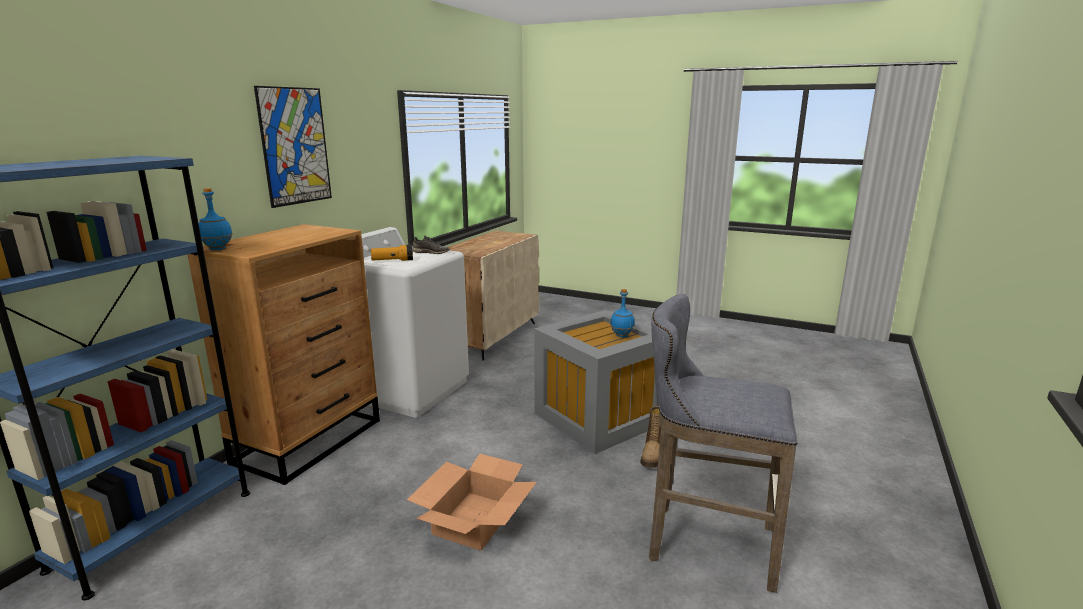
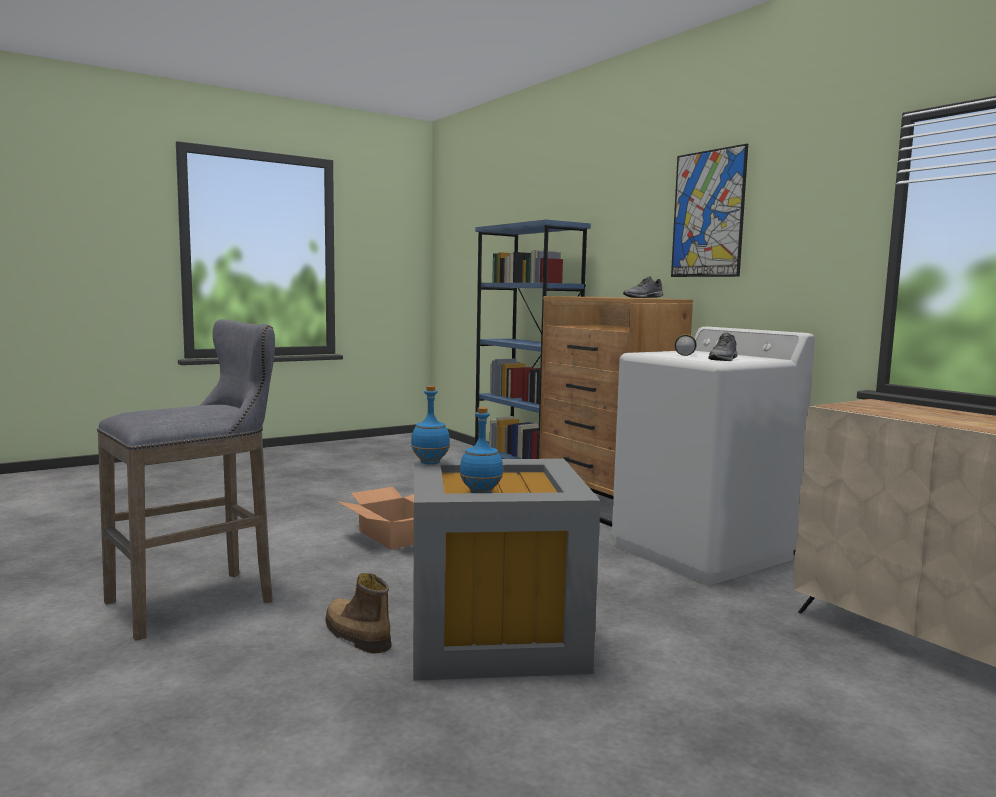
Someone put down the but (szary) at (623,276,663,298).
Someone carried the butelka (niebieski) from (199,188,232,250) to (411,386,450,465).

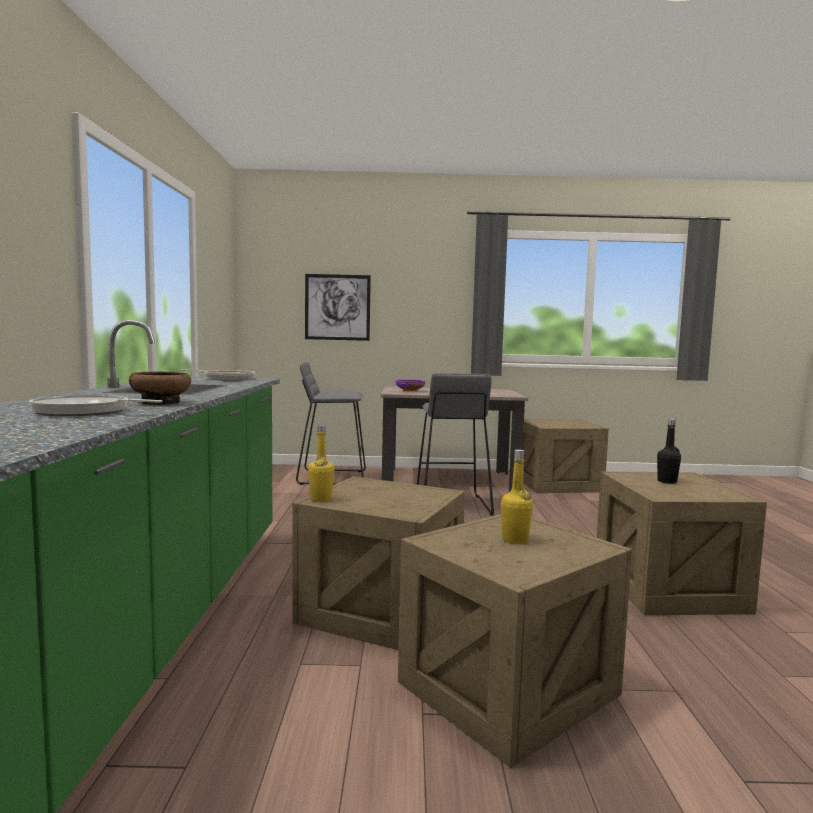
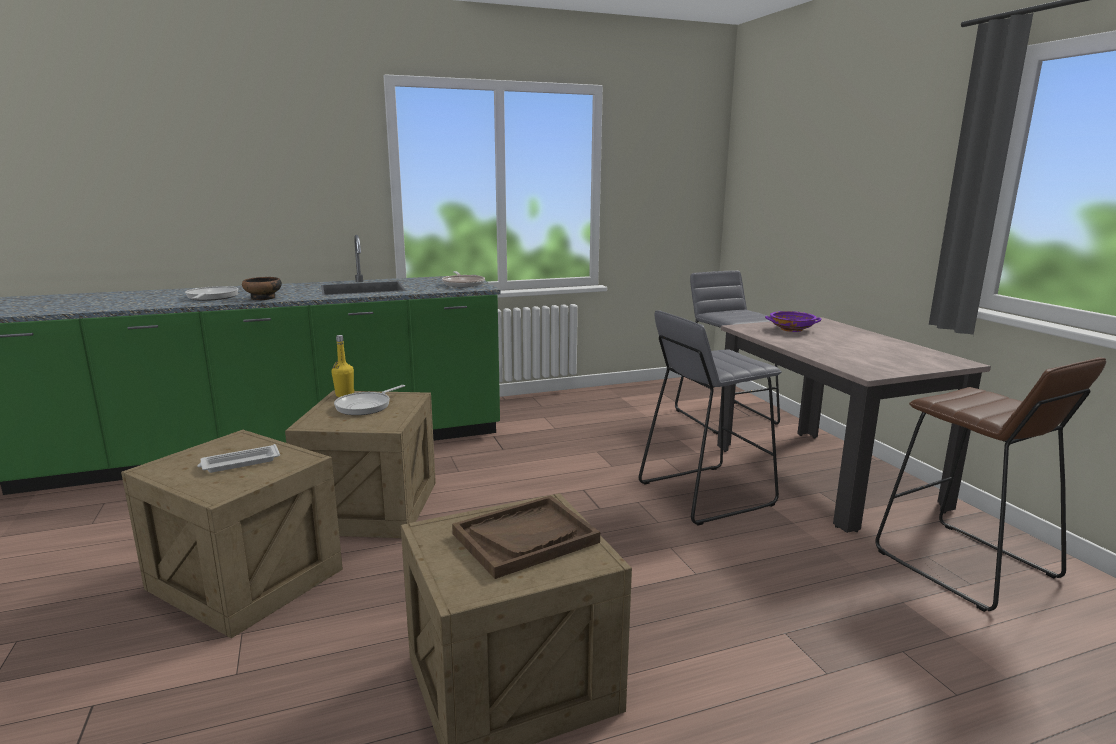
Someone took away the obraz at (305,274,371,341).
Someone put down the patelnia at (334,385,405,415).
Someone swapped the butelka (żółty) at (501,449,533,544) for the taca (biały) at (197,444,280,473).
Someone swapped the skrzynka at (523,419,609,493) for the stołek (brązowy) at (875,357,1106,612).
Someone swapped the butelka (czarny) at (657,419,681,484) for the taca (brązowy) at (452,495,600,579).

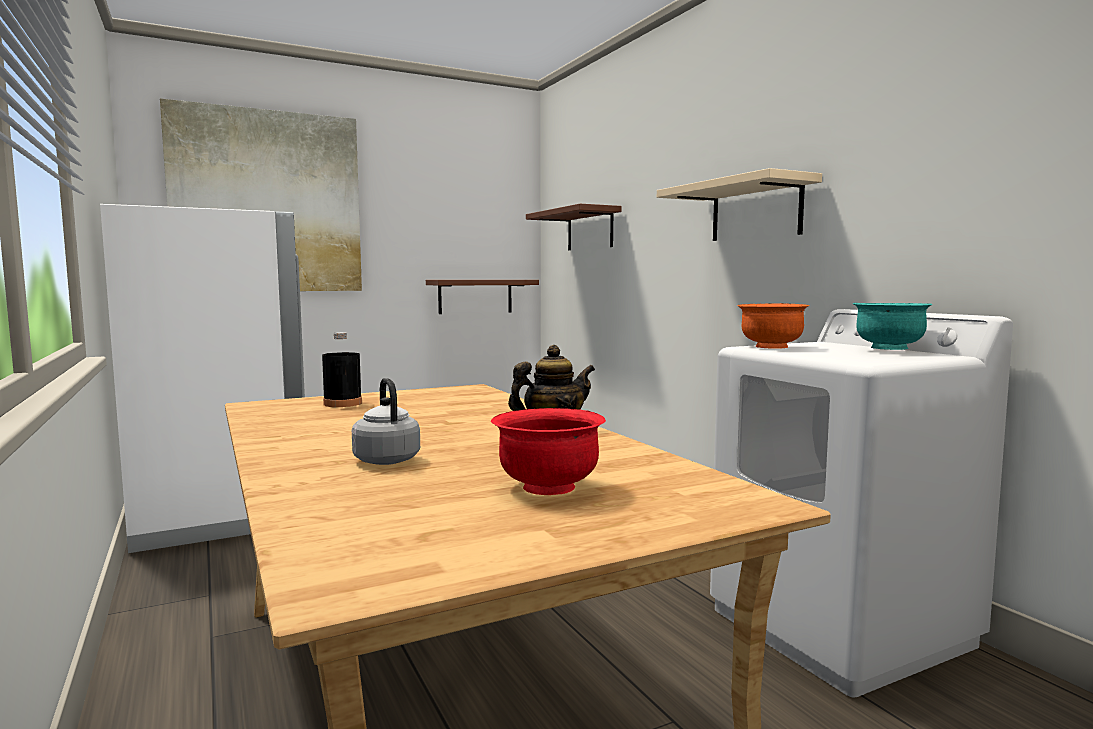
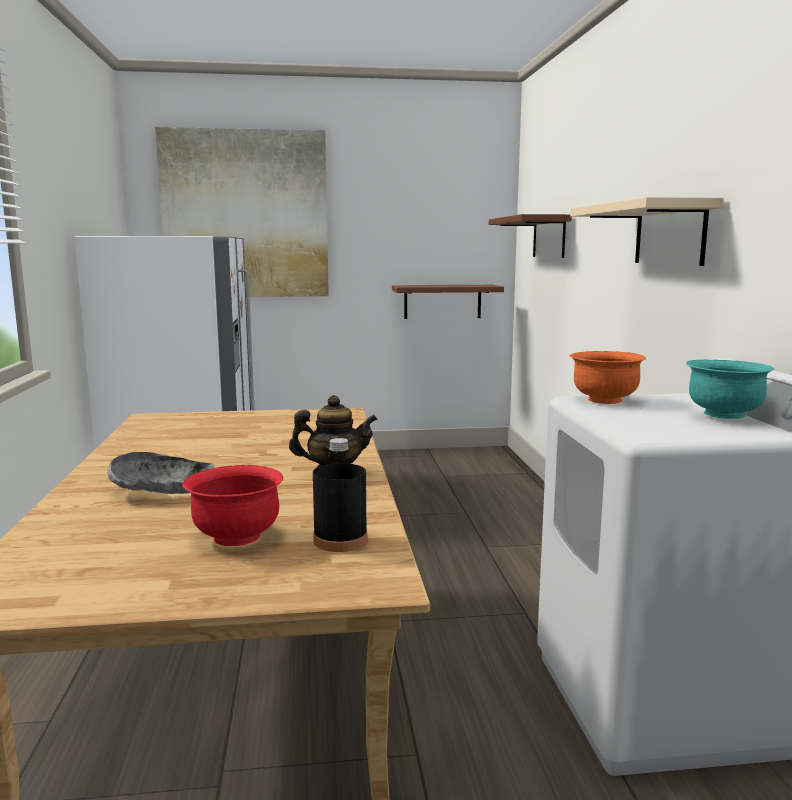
Someone carried the butelka (czarny) from (322,332,362,407) to (313,438,368,552).
Someone swapped the czajnik (szary) at (352,378,420,465) for the miska (szary) at (107,452,215,494).

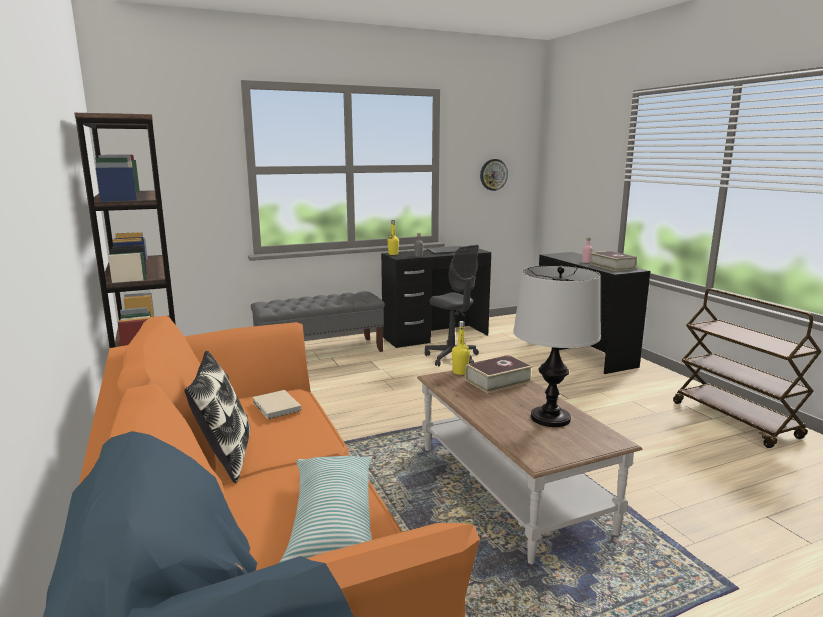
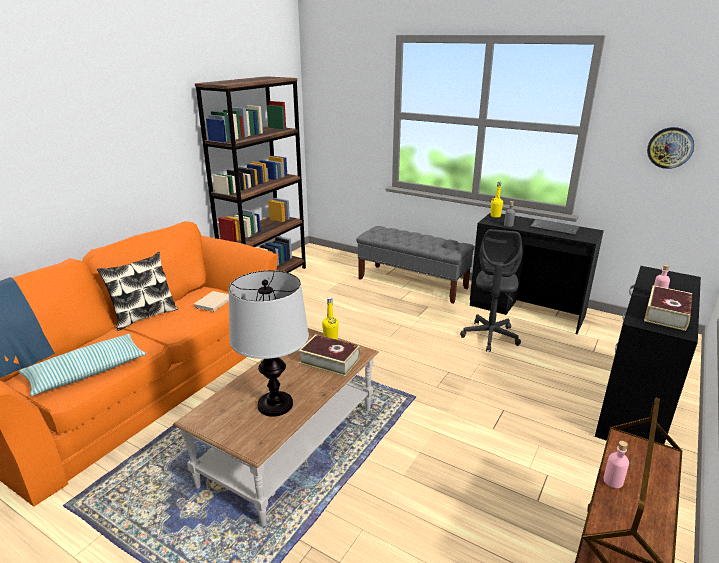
Someone put down the butelka (różowy) at (603,441,629,488).

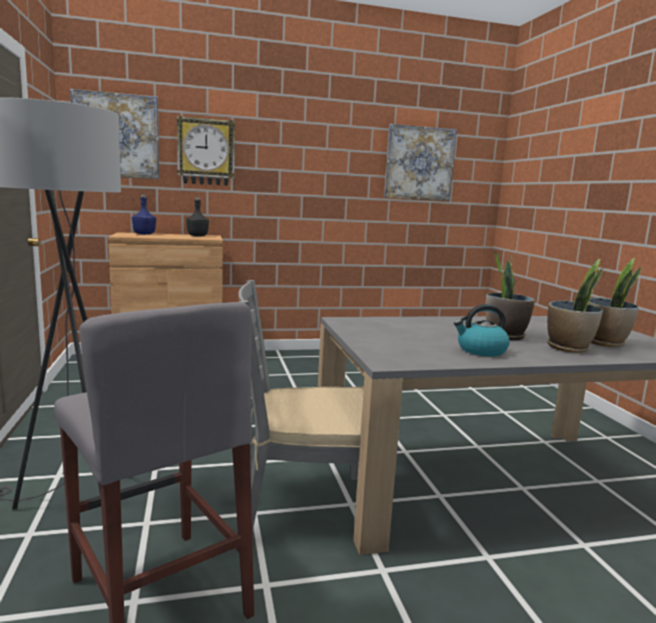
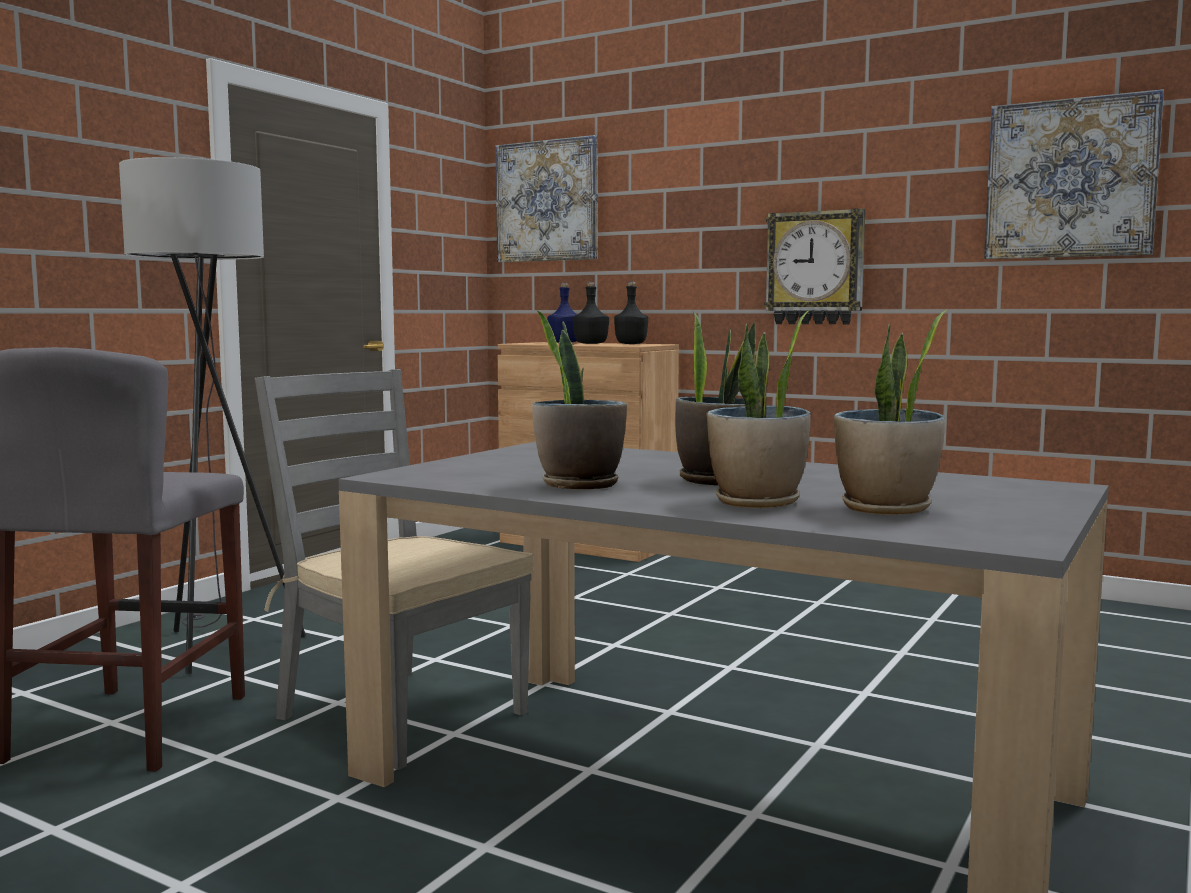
Someone put down the butelka (czarny) at (573,282,609,344).
Someone carried the zegar ścienny from (177,116,235,186) to (764,208,865,325).
Someone swapped the czajnik at (454,304,510,356) for the roślina doniczkowa at (532,311,627,489).

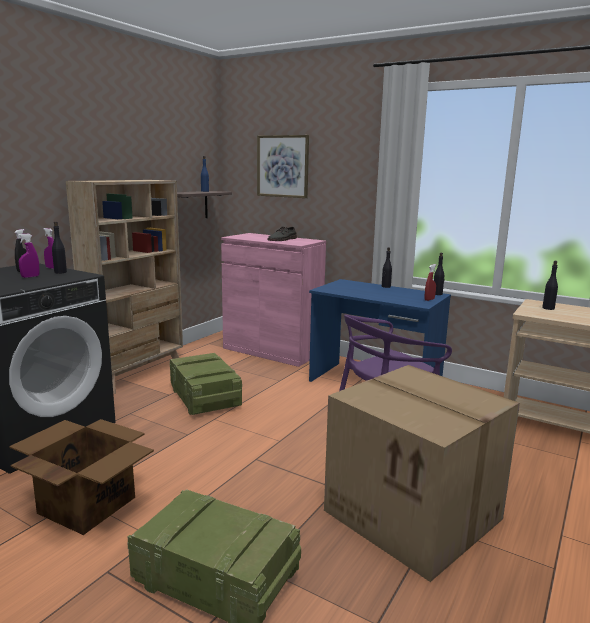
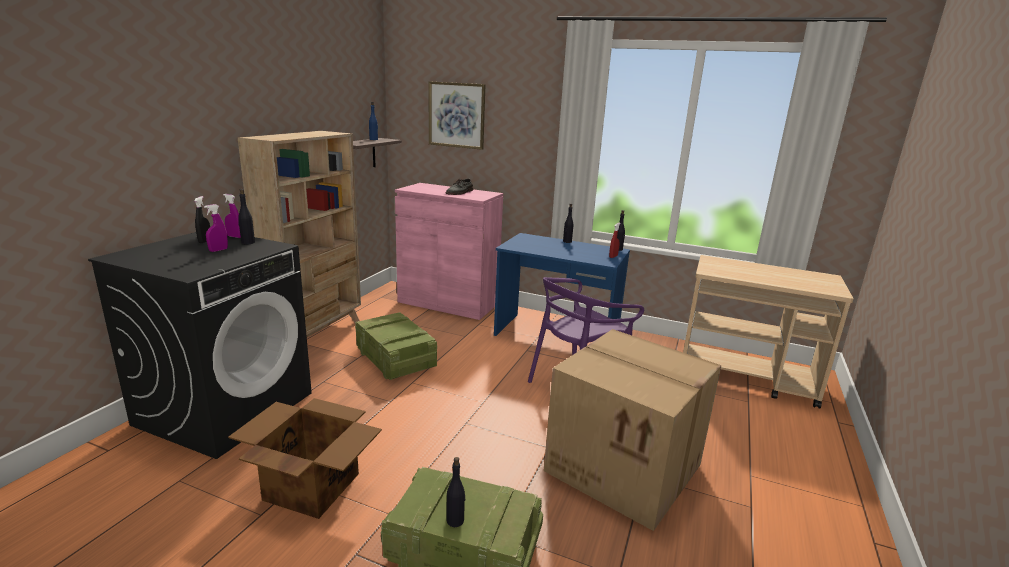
Someone carried the butelka (czarny) from (542,261,558,310) to (446,457,465,527).

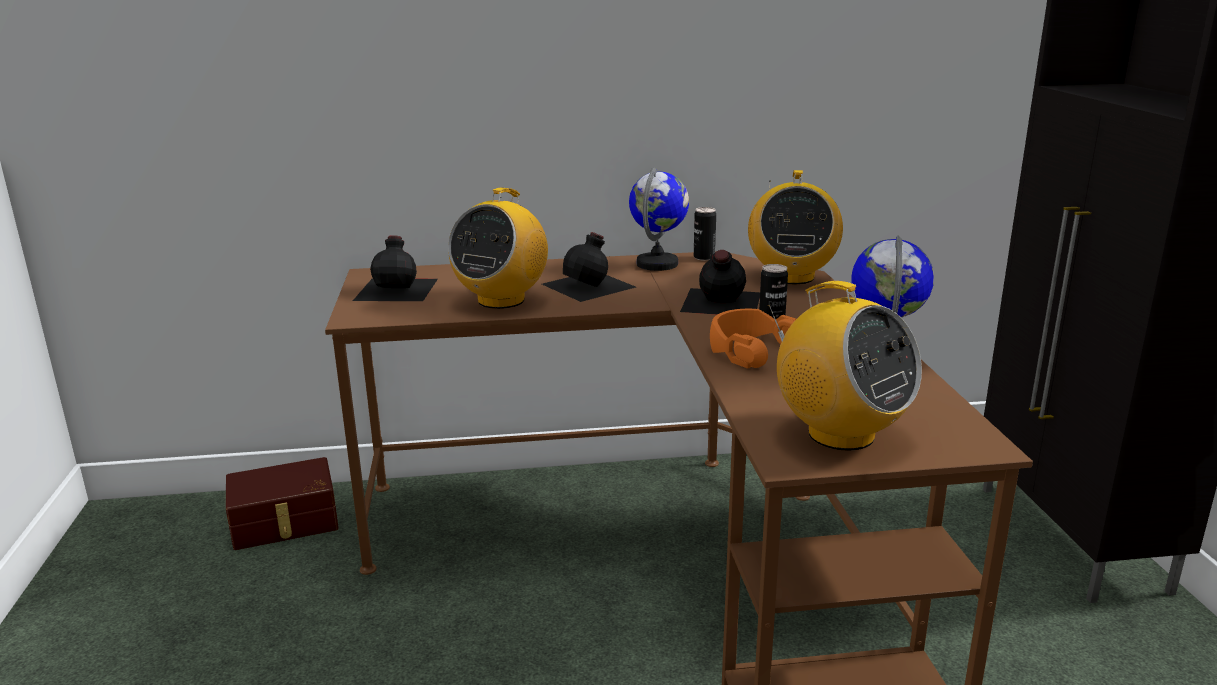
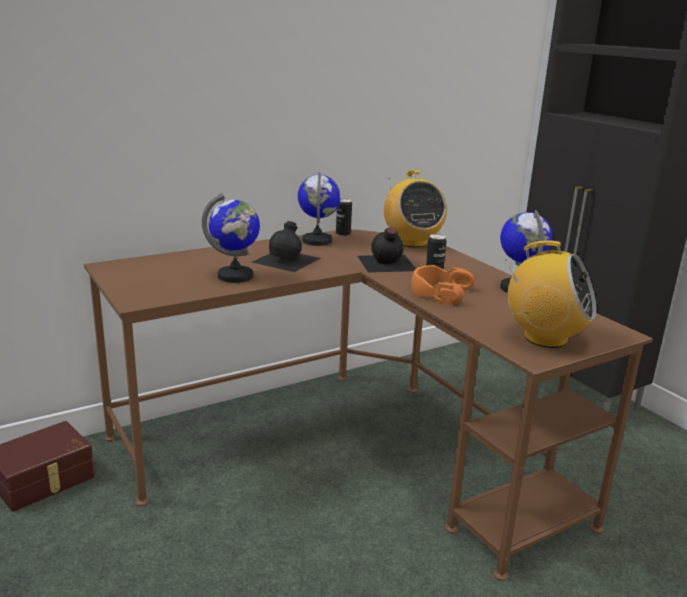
Someone took away the butelka (czarny) at (353,235,438,301).
Someone swapped the radio at (448,188,548,309) for the globus at (202,193,260,283).

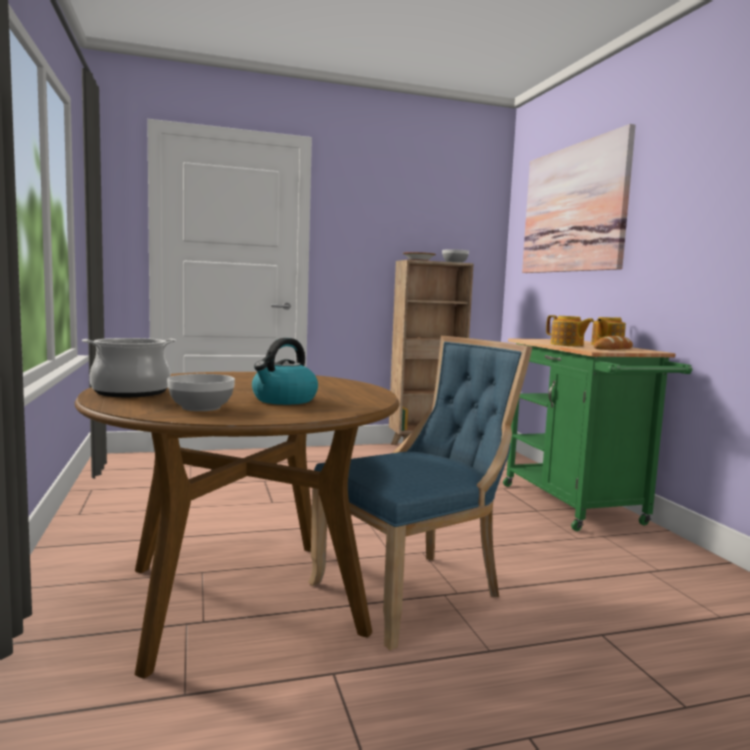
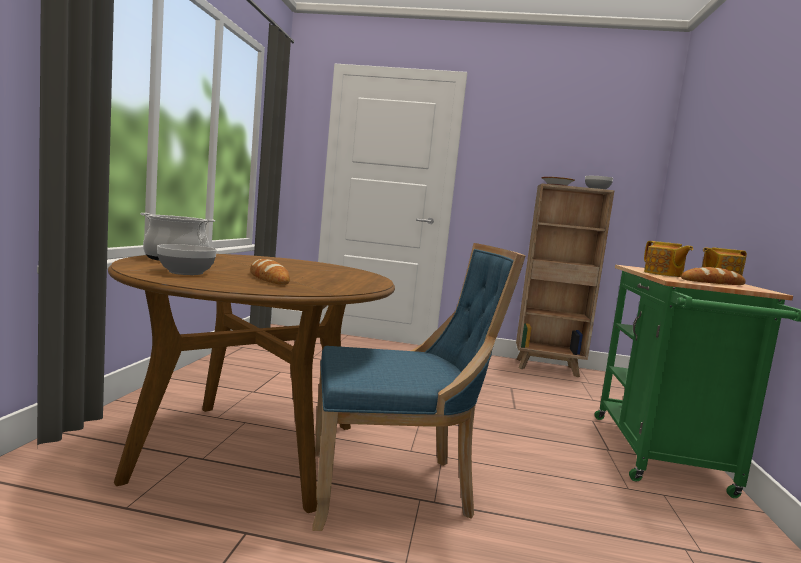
Someone took away the obraz at (522,124,636,273).
Someone swapped the czajnik at (252,338,318,405) for the chleb at (250,259,290,285).

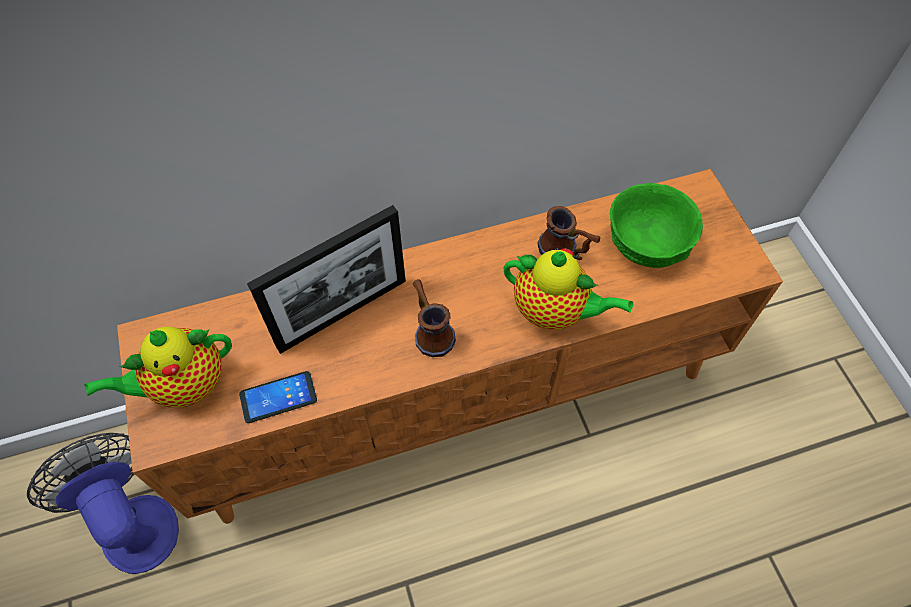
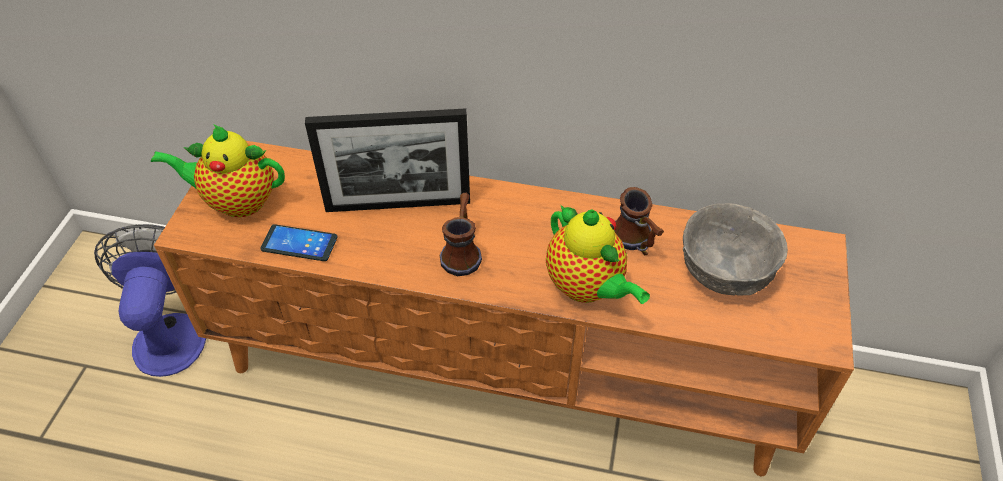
Someone repainted the miska (zielony) at (610,183,703,268), which became the miska (szary) at (683,204,788,296).

